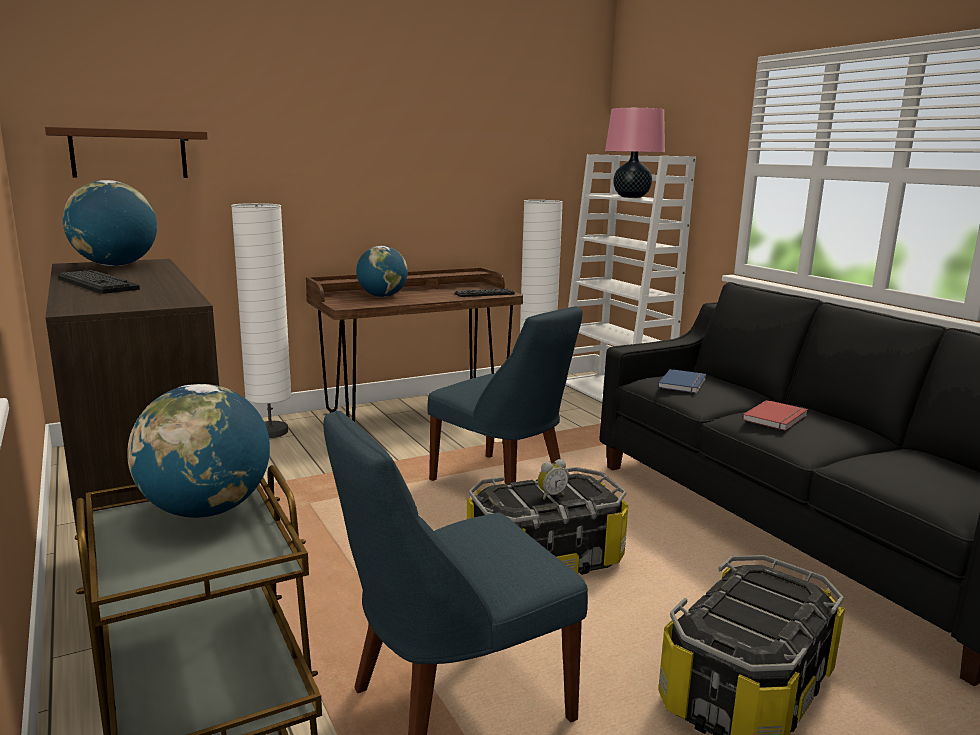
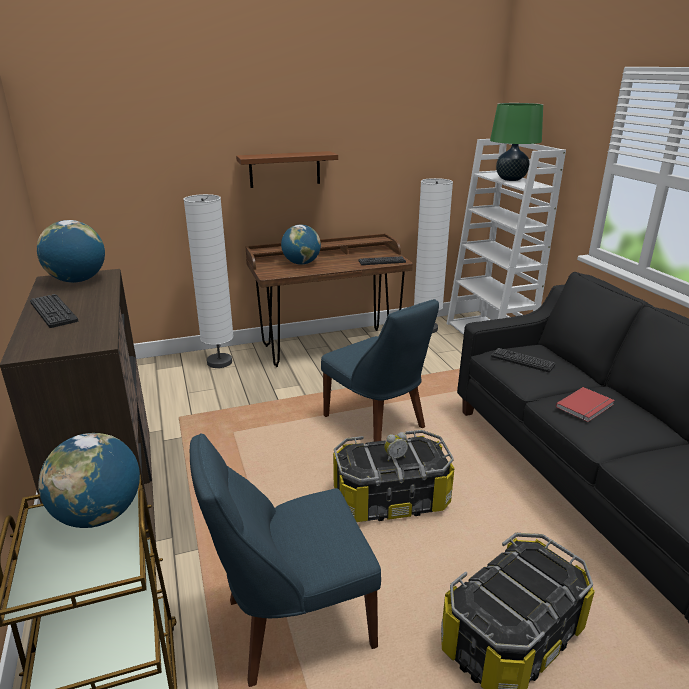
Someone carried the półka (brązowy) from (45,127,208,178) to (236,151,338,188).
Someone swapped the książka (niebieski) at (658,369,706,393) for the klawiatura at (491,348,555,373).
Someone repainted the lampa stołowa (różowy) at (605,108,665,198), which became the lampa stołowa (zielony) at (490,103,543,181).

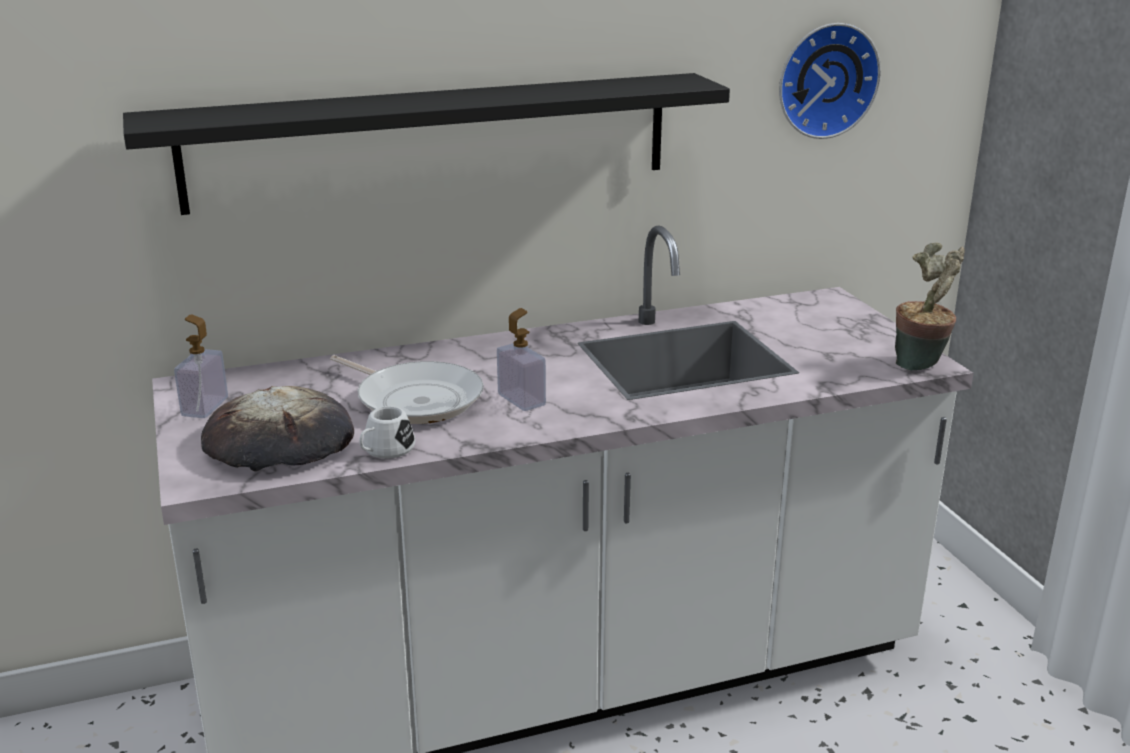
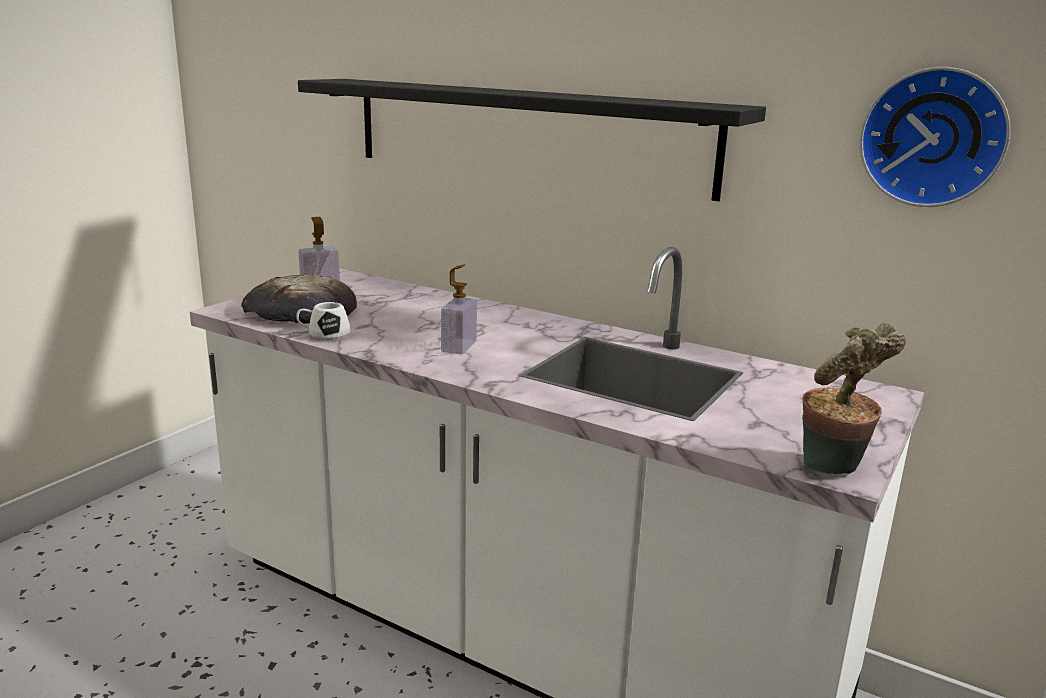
Someone took away the patelnia at (330,355,484,424).

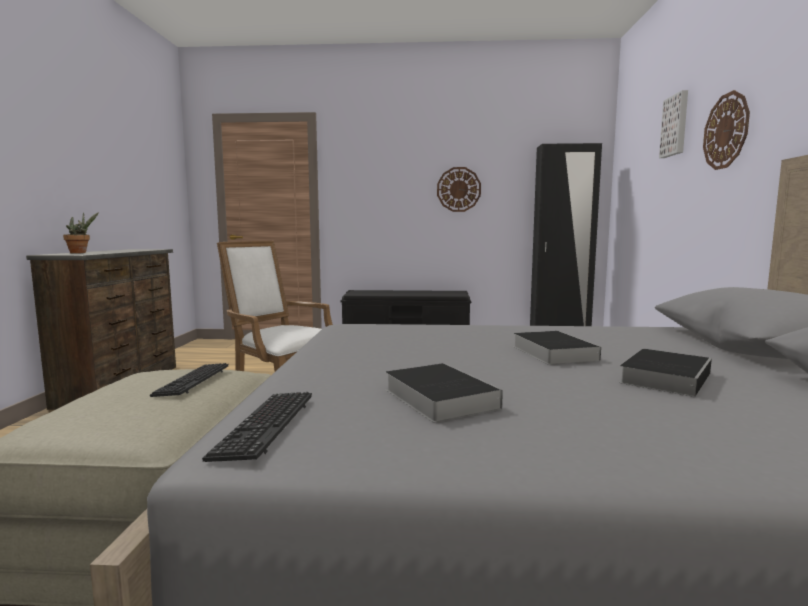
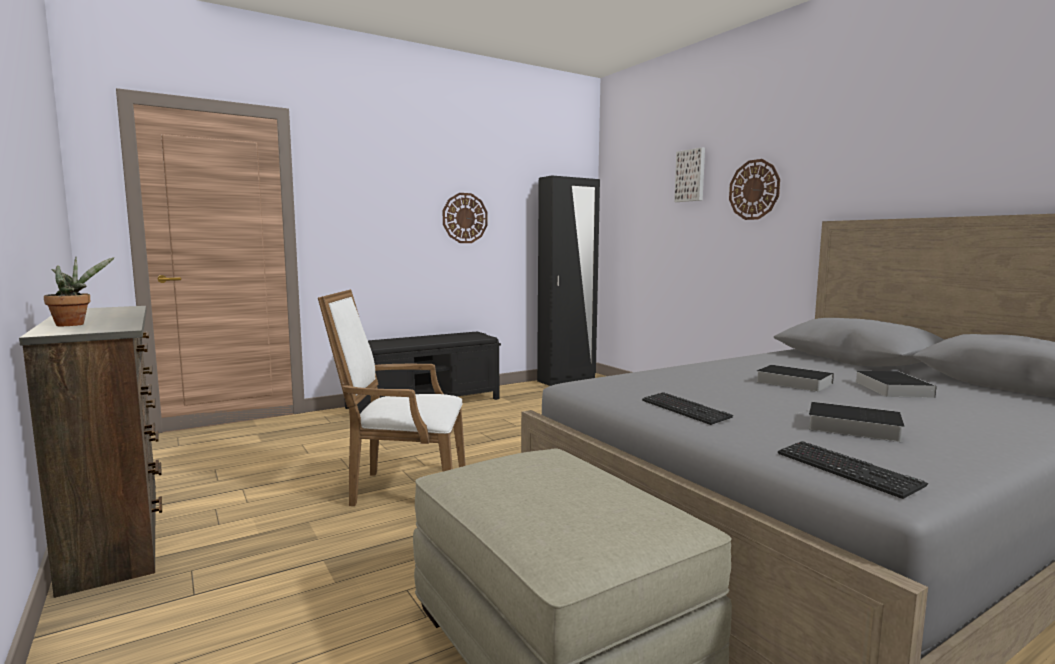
Someone carried the klawiatura from (150,363,229,397) to (642,392,733,425).

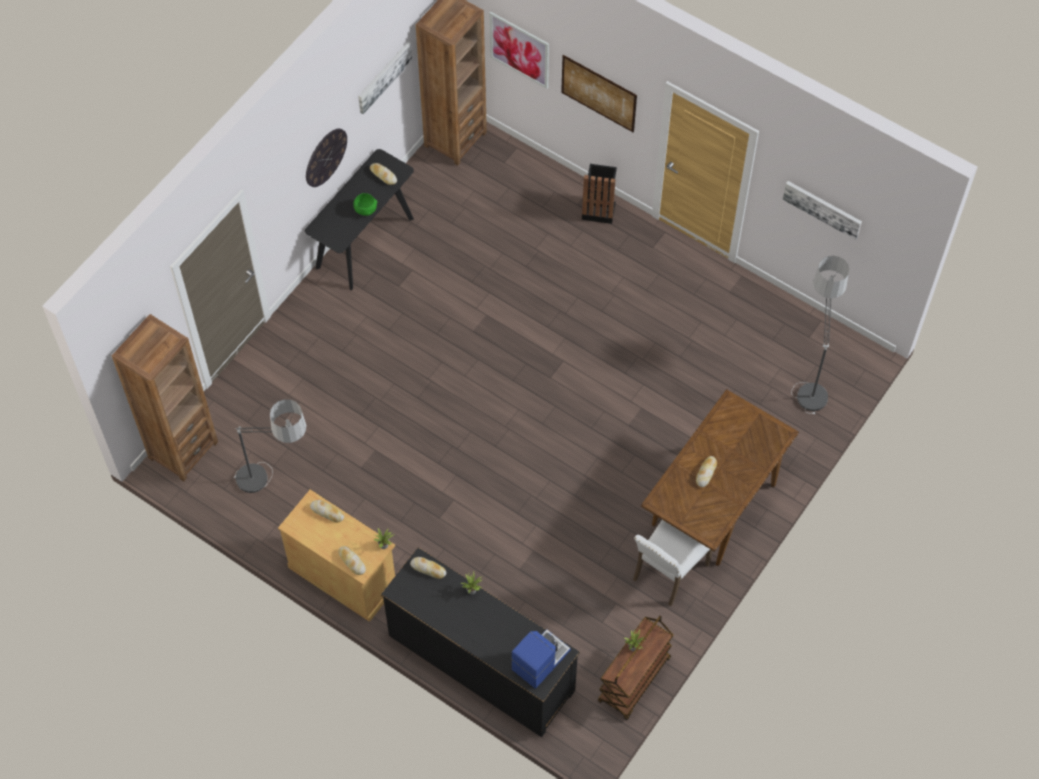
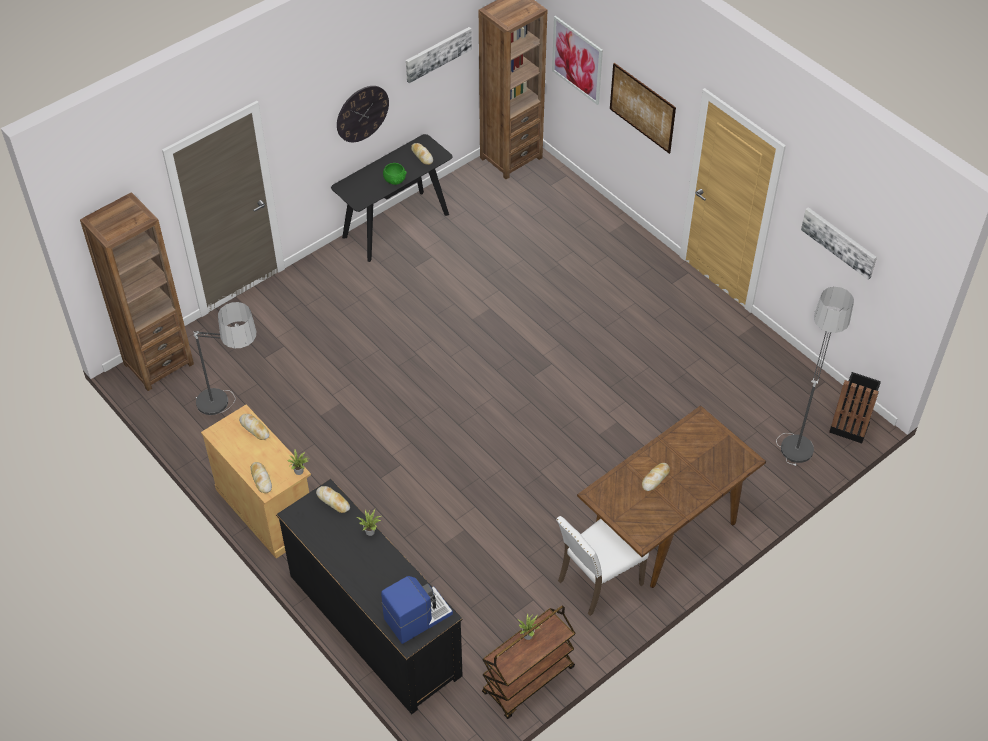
Someone carried the kosz na śmieci (czarny) from (582,164,617,224) to (829,372,881,444).

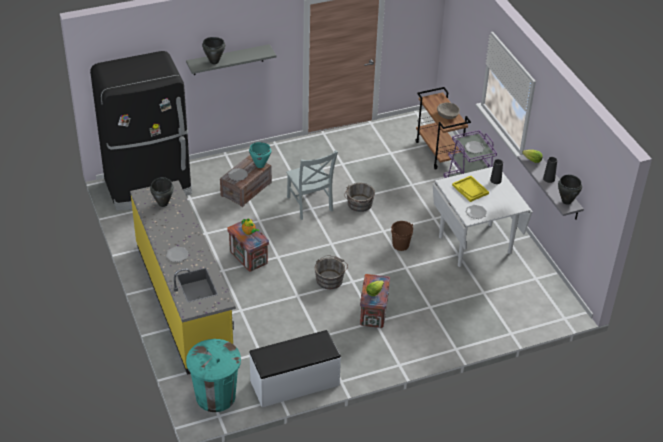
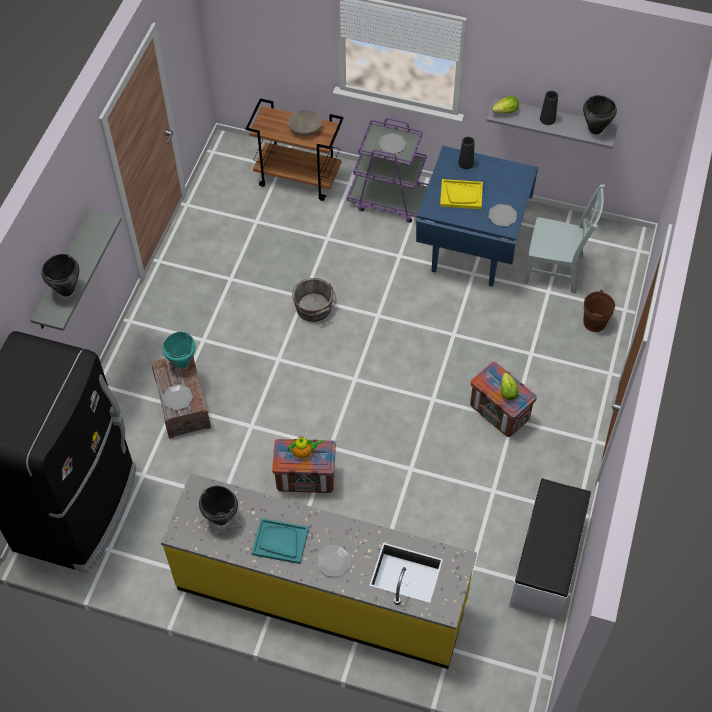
Someone took away the kosz na śmieci (turkusowy) at (186,339,241,412).
Someone took away the wiadro (szary) at (315,255,348,289).
Someone put down the taca (turkusowy) at (252,518,309,564).
Someone carried the krzesło (szary) from (286,150,338,220) to (524,184,605,294).
Someone carried the wiadro (brązowy) from (391,221,413,251) to (583,290,615,332).
Someone repainted the stół jadalny (biały) at (433,167,533,267), which became the stół jadalny (niebieski) at (416,146,538,286).

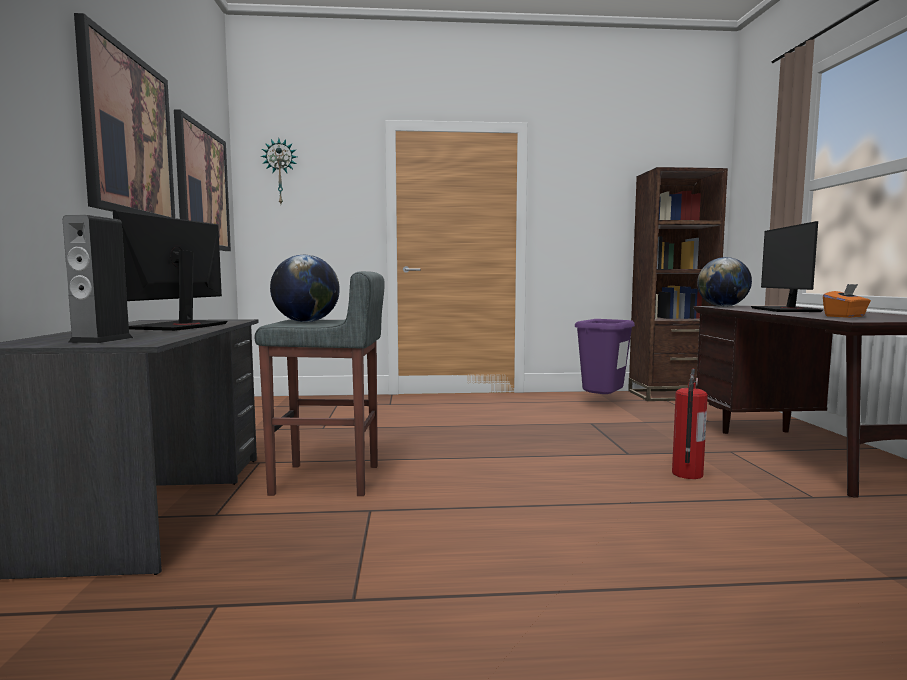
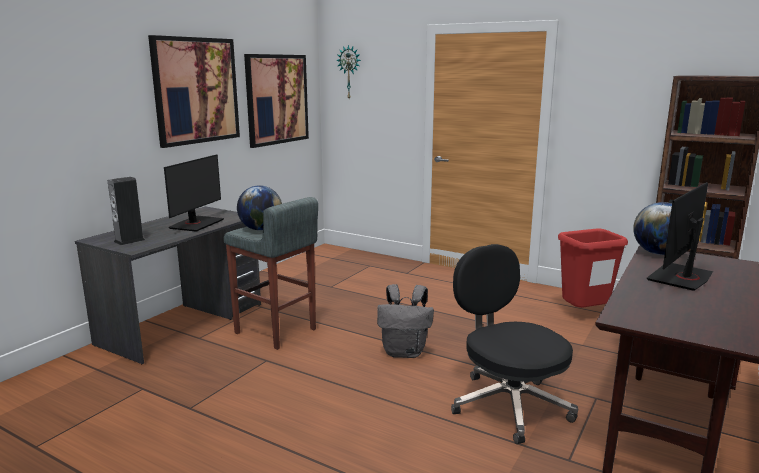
Someone took away the pudełko chusteczek (pomarańczowy) at (823,284,871,318).
Someone put down the plecak (szary) at (377,284,434,358).
Someone swapped the gaśnica at (672,369,708,479) for the krzesło biurowe (czarny) at (451,244,578,444).
Someone repainted the kosz na śmieci (fioletowy) at (575,319,635,394), which became the kosz na śmieci (czerwony) at (558,228,628,308).
Someone rotated the monitor at (113,210,228,331) by 150 degrees clockwise.

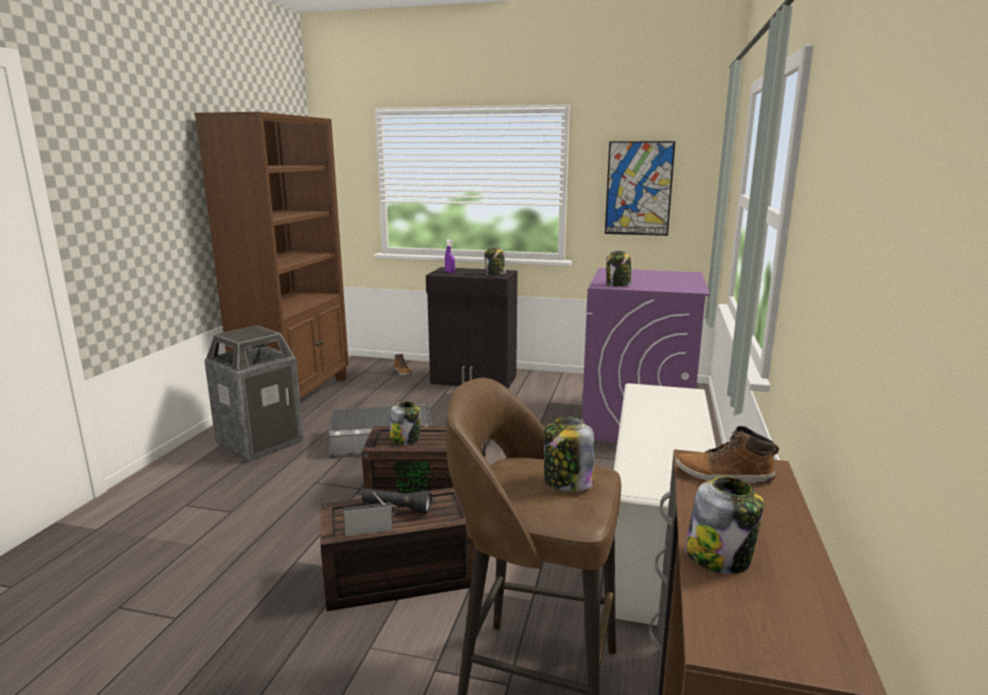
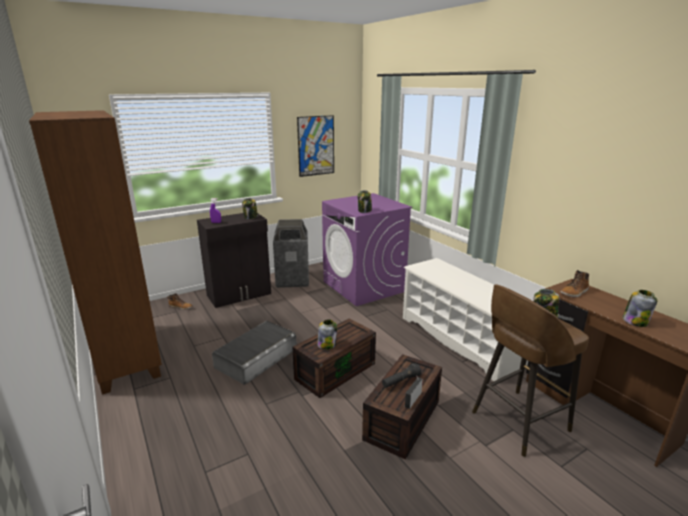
Someone carried the kosz na śmieci from (204,325,304,462) to (273,219,309,288).

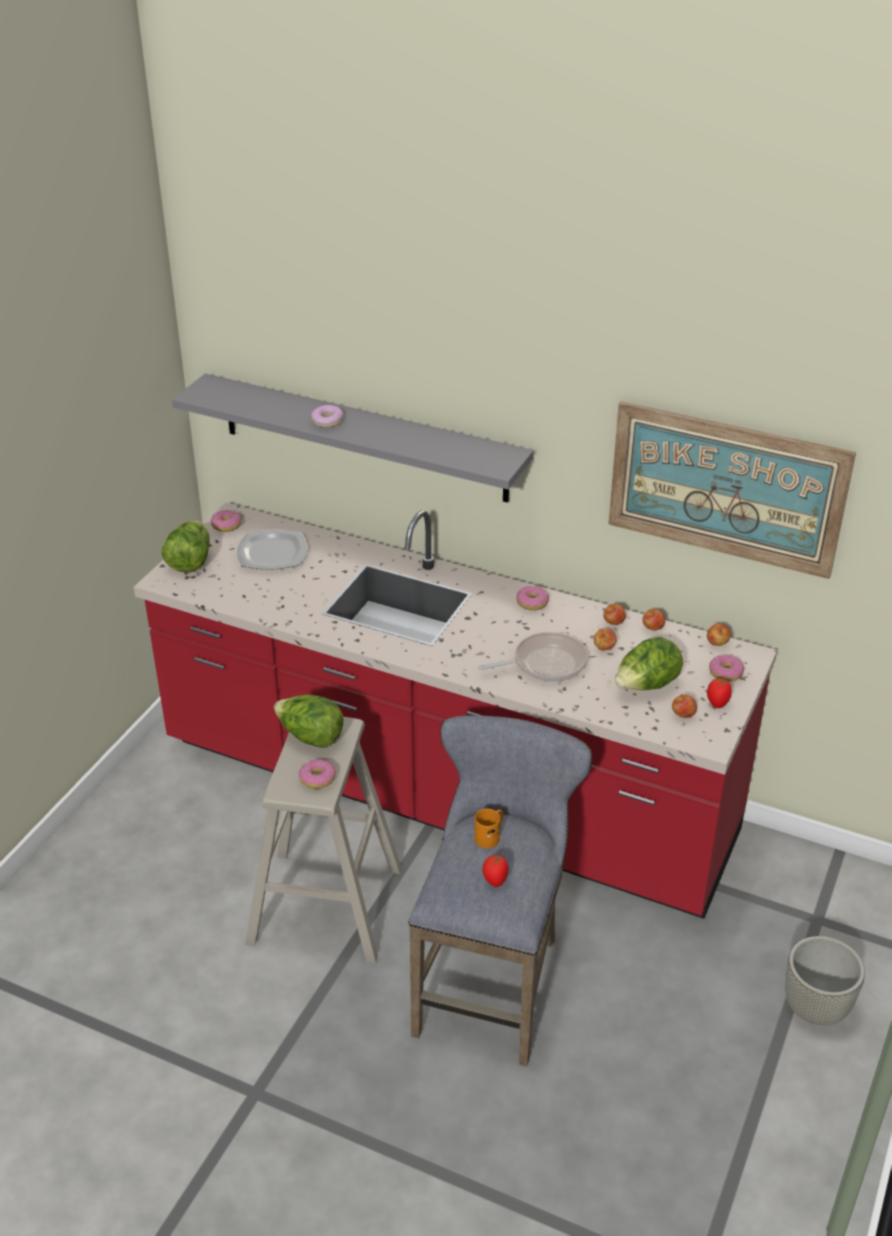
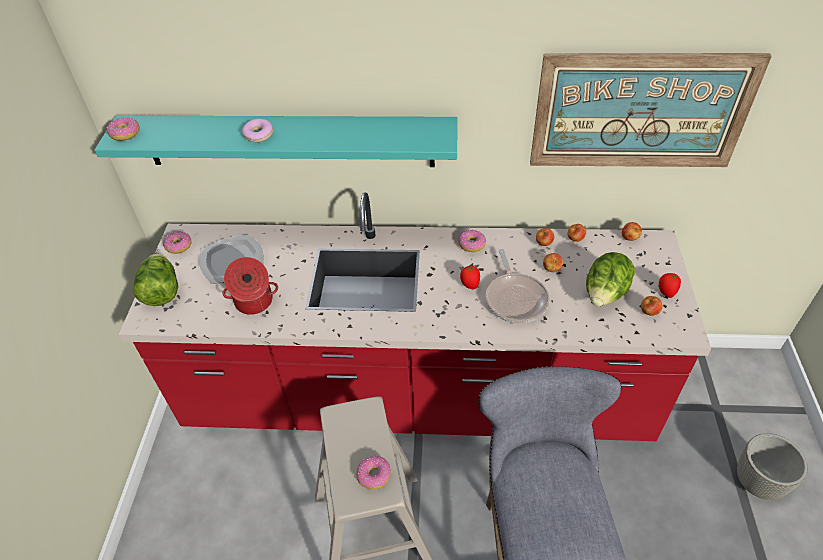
Someone took away the sałata at (274,695,344,748).
Someone took away the kubek (pomarańczowy) at (474,809,503,848).
Someone put down the garnek at (223,257,278,315).
Someone carried the pomidor from (483,854,508,887) to (460,265,480,289).
Someone carried the donut from (709,654,744,682) to (107,117,140,141).
Someone repainted the półka (szary) at (172,373,534,503), which became the półka (turkusowy) at (95,116,458,167).
Someone rotated the patelnia at (478,632,588,681) by 120 degrees clockwise.

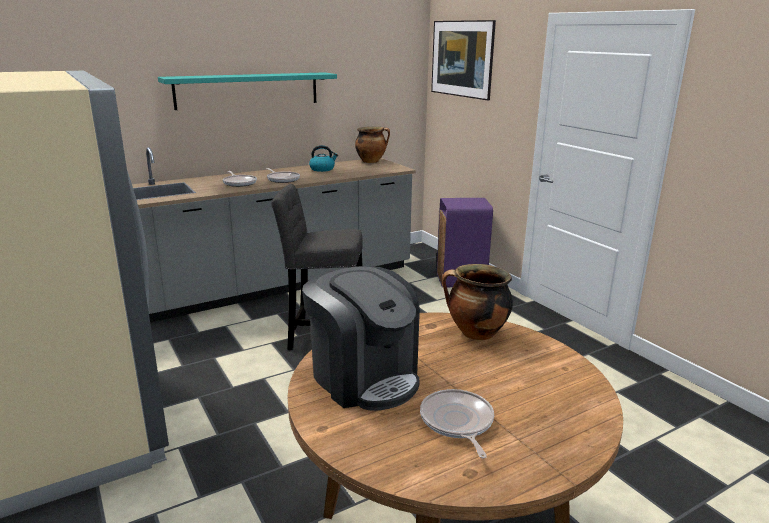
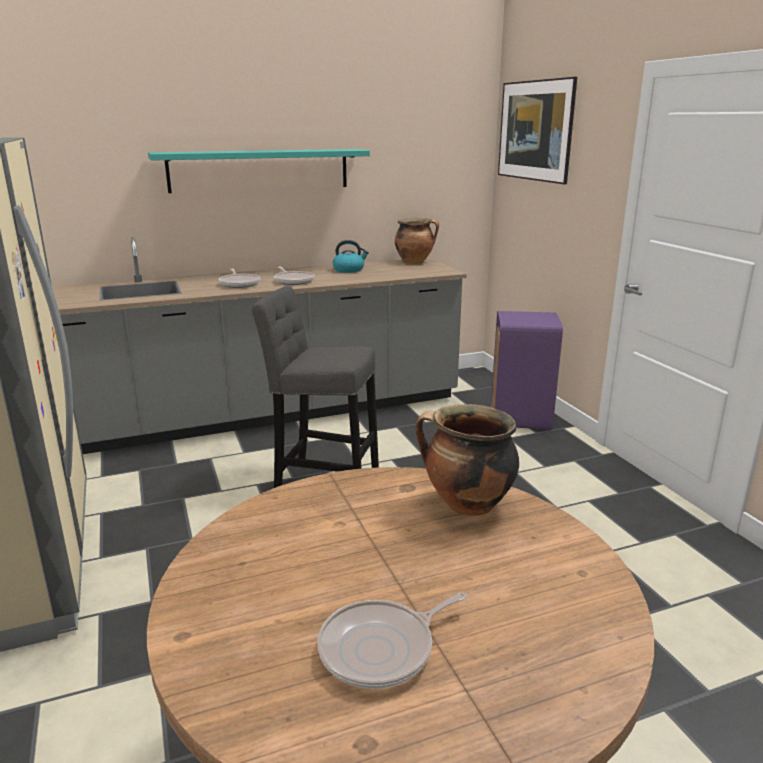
Someone took away the ekspres do kawy at (302,266,420,411).
Someone rotated the patelnia at (420,389,494,458) by 120 degrees counterclockwise.

